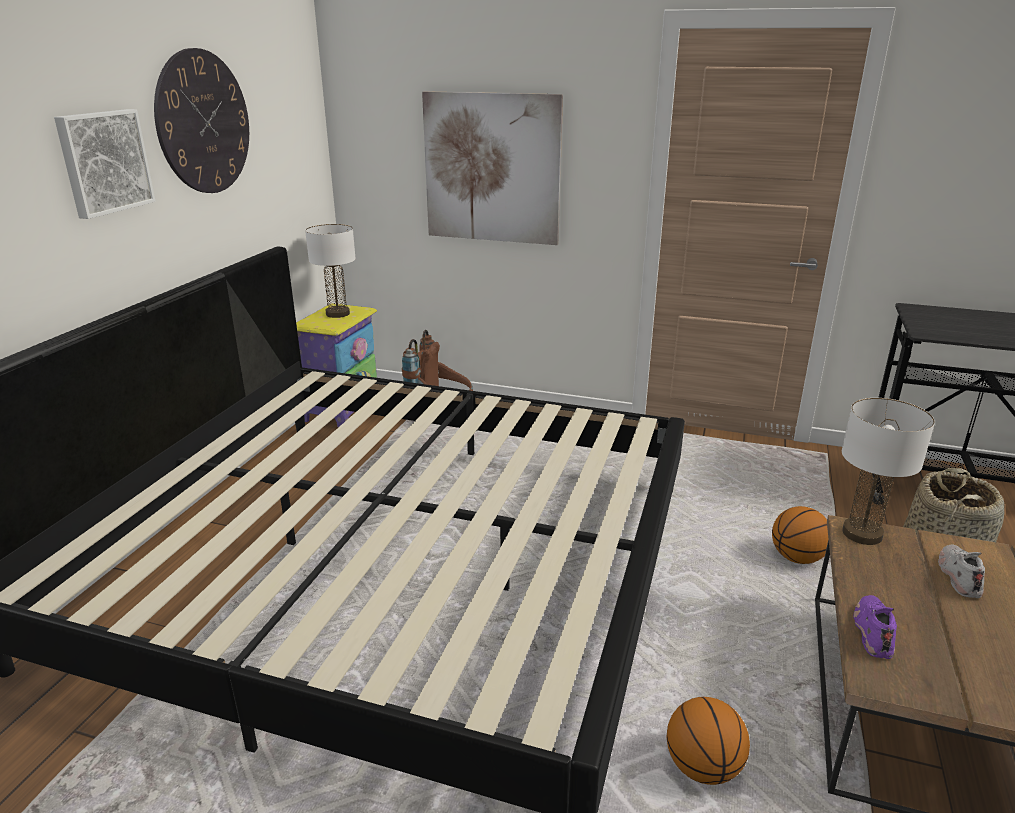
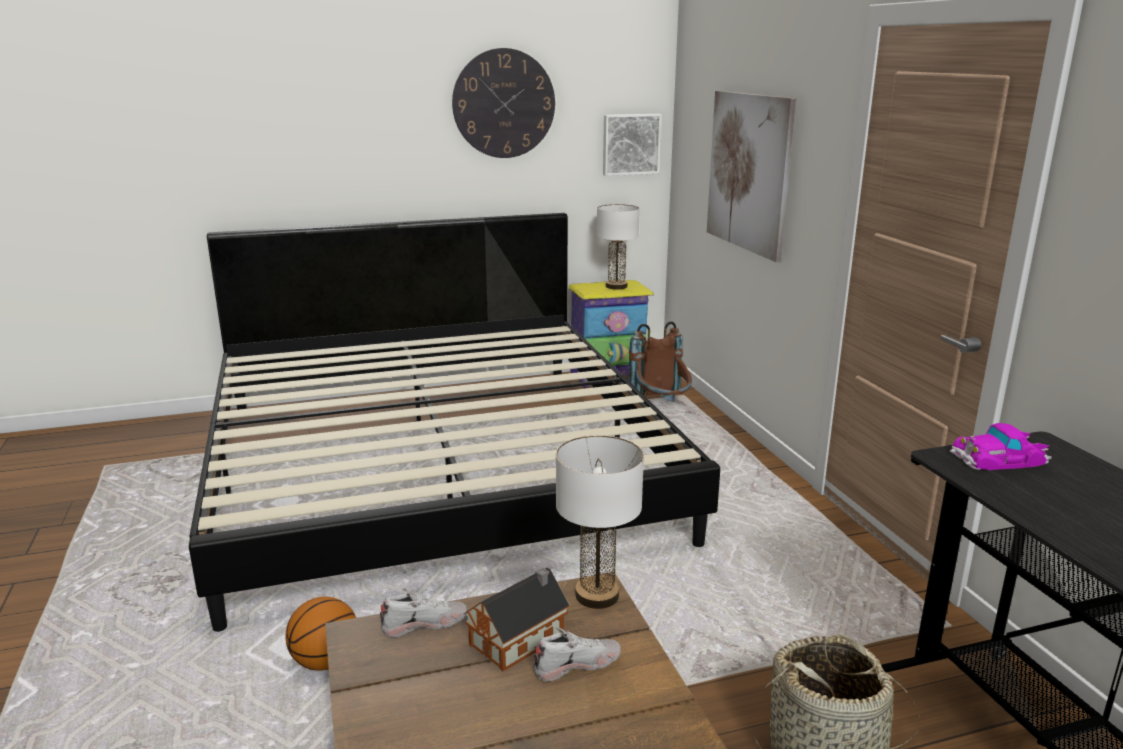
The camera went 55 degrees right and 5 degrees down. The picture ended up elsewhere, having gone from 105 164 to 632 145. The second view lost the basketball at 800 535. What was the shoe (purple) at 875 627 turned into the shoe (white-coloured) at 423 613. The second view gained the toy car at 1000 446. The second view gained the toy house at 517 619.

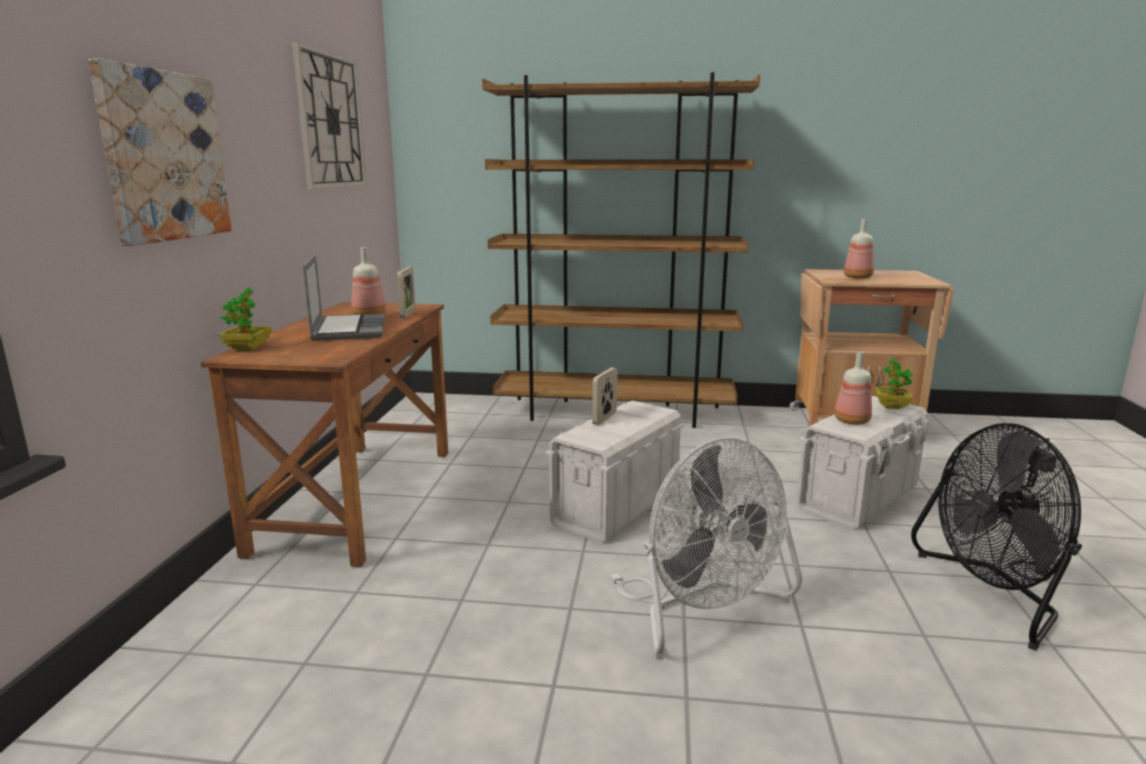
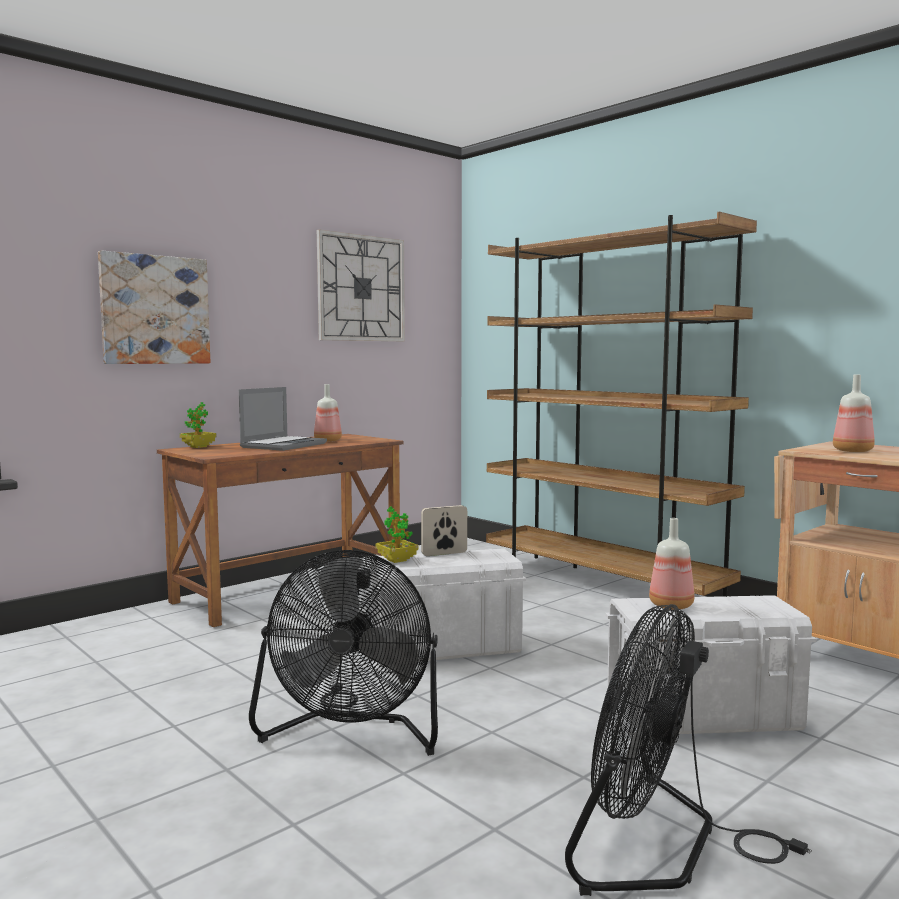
The camera went 40 degrees right and 10 degrees down. The second view lost the standing frame at 406 292. The plant in a pot ended up elsewhere, having gone from 894 383 to 397 534. What was the electric fan (white-coloured) at 706 548 turned into the electric fan (blackish) at 343 653.

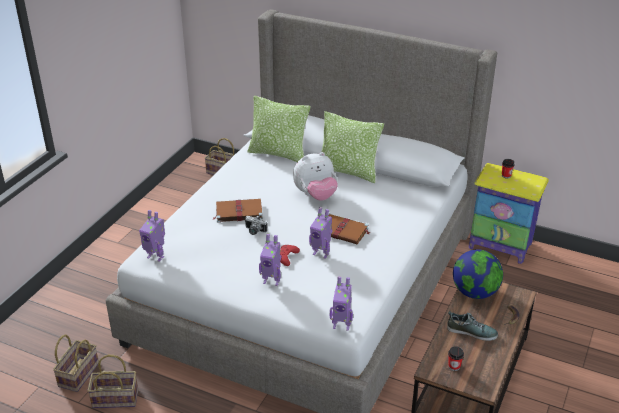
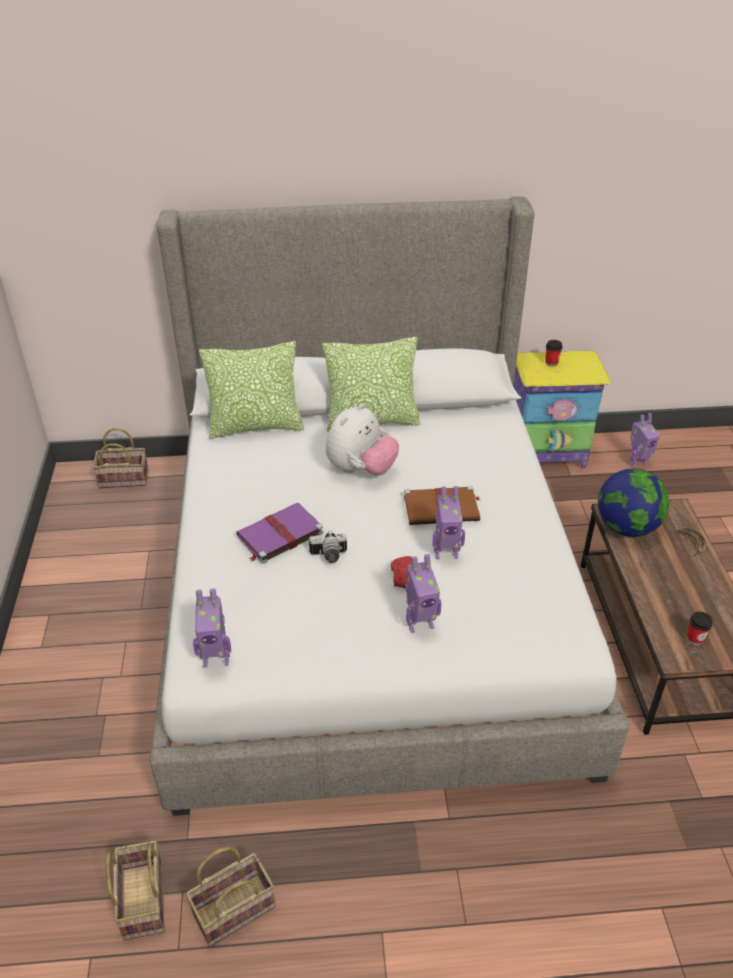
The camera went 30 degrees left and 5 degrees up. What was the volume (brownish) at 238 211 turned into the volume (purple) at 279 533. The model robot ended up elsewhere, having gone from 341 303 to 644 441. The second view lost the shoe at 472 326.

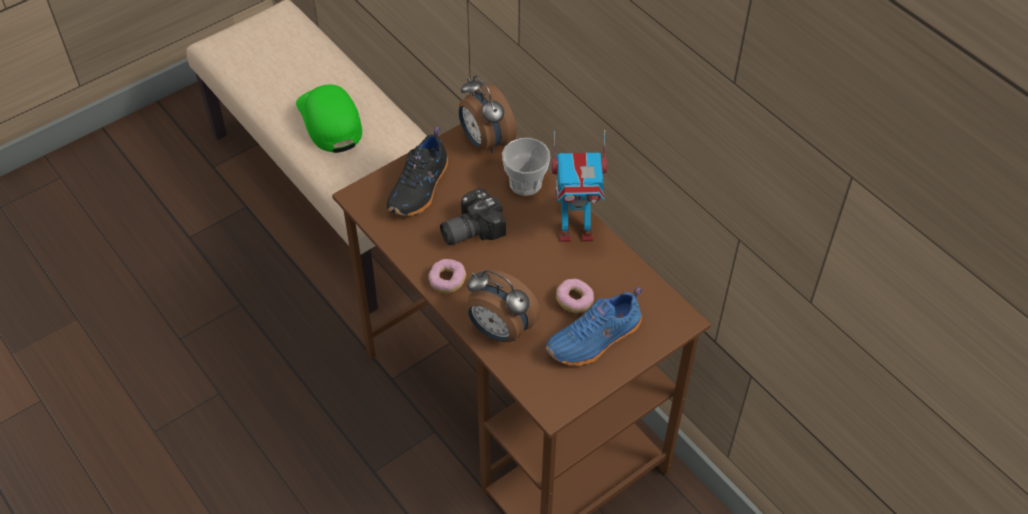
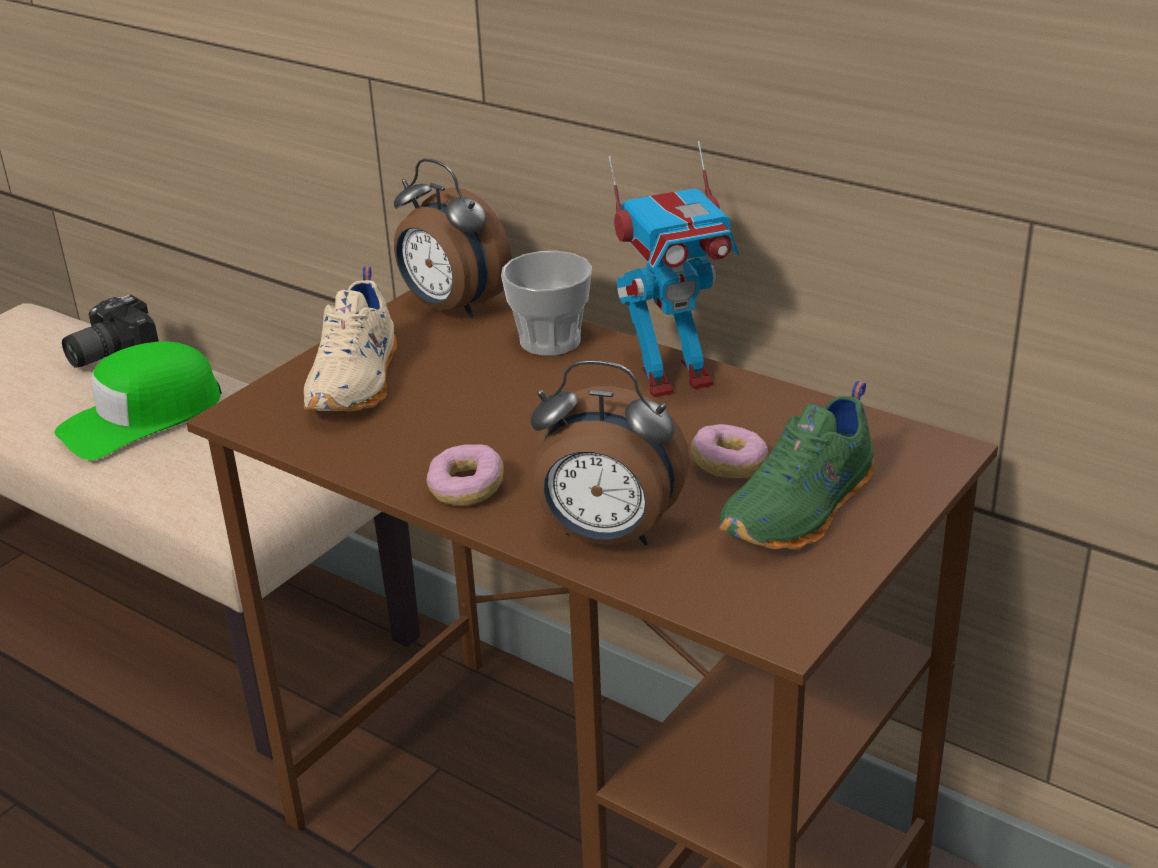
The camera went 15 degrees left and 20 degrees down. The peaked cap (green) at 329 119 ended up facing another way, 90 degrees counterclockwise from before. What was the shoe (blackish) at 417 171 turned into the shoe (beige-coloured) at 350 339. The still camera ended up elsewhere, having gone from 473 216 to 110 331. What was the shoe (bluish) at 594 326 turned into the shoe (green) at 796 465.

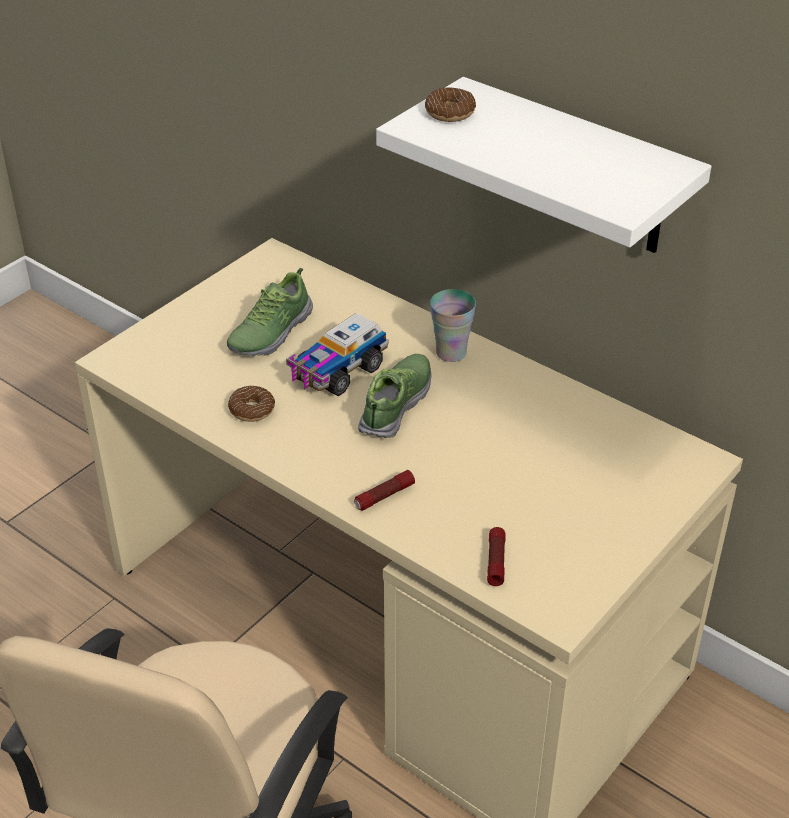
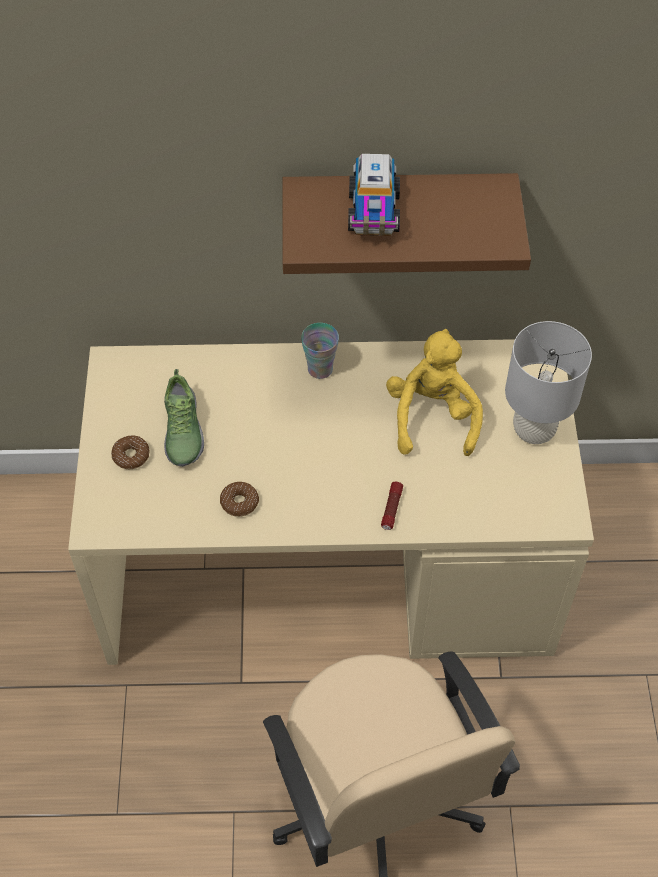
The camera went 40 degrees left and 15 degrees up. What was the shelf (white-coloured) at 544 165 turned into the shelf (brownish) at 406 223. The ring doughnut ended up elsewhere, having gone from 450 105 to 130 452. The model truck ended up elsewhere, having gone from 337 354 to 374 195. The second view lost the shoe at 394 396. The second view lost the hand torch at 496 556. The second view gained the tabletop lamp (greyish) at 548 382. The second view gained the cuddly toy (yellow) at 434 392.

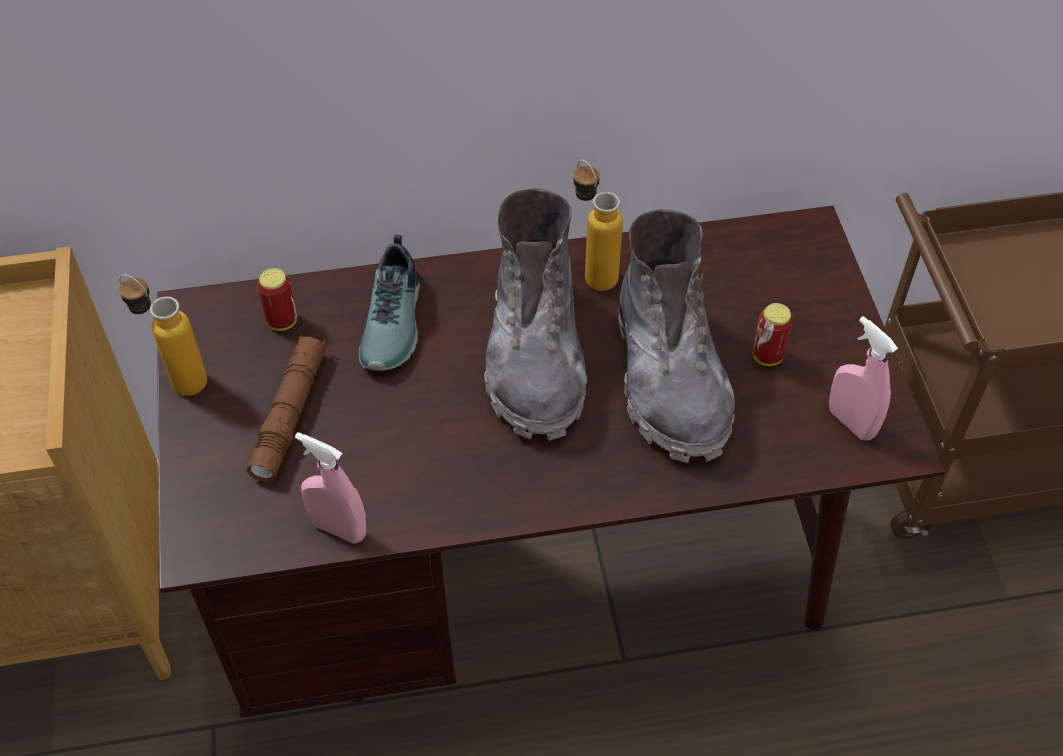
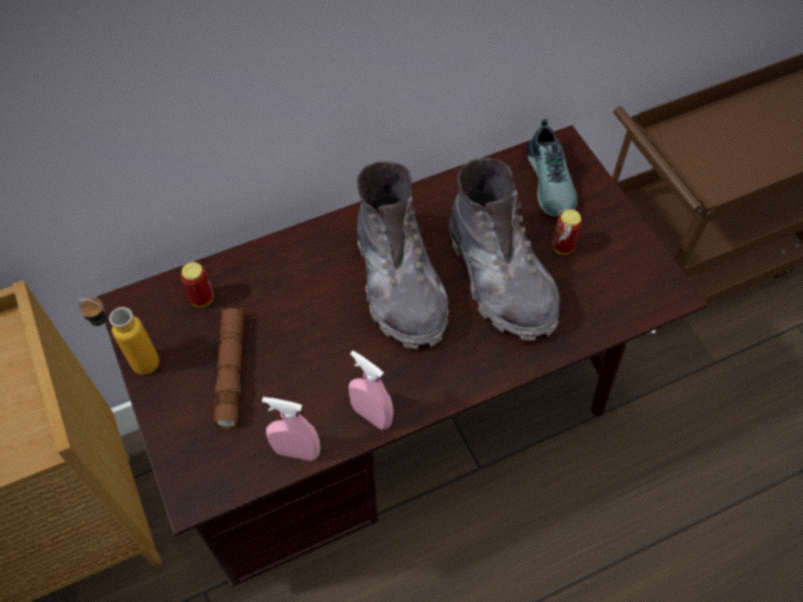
The camera went 15 degrees left and 5 degrees up. The second view lost the drink bottle at 598 225. The shoe ended up elsewhere, having gone from 389 302 to 551 167. The hand sprayer (pink-coloured) ended up elsewhere, having gone from 863 378 to 371 390.

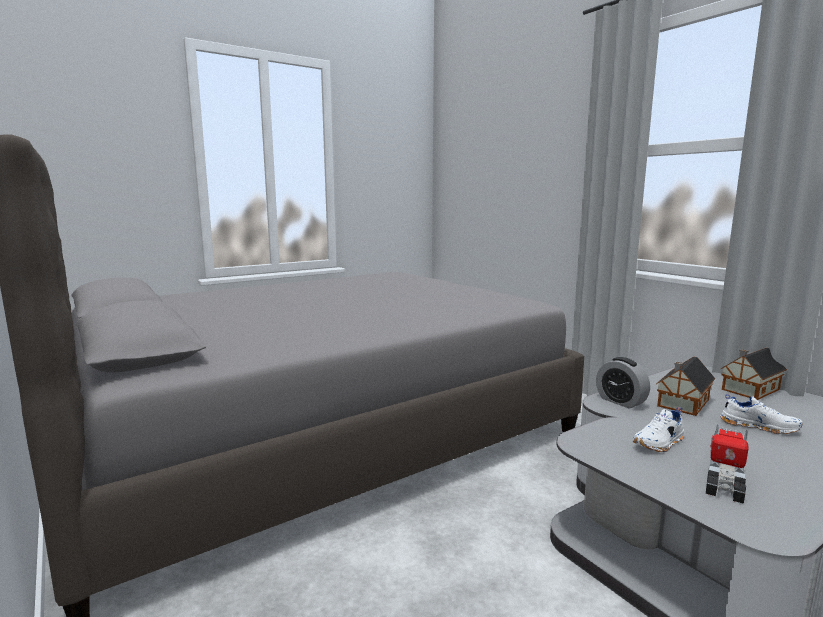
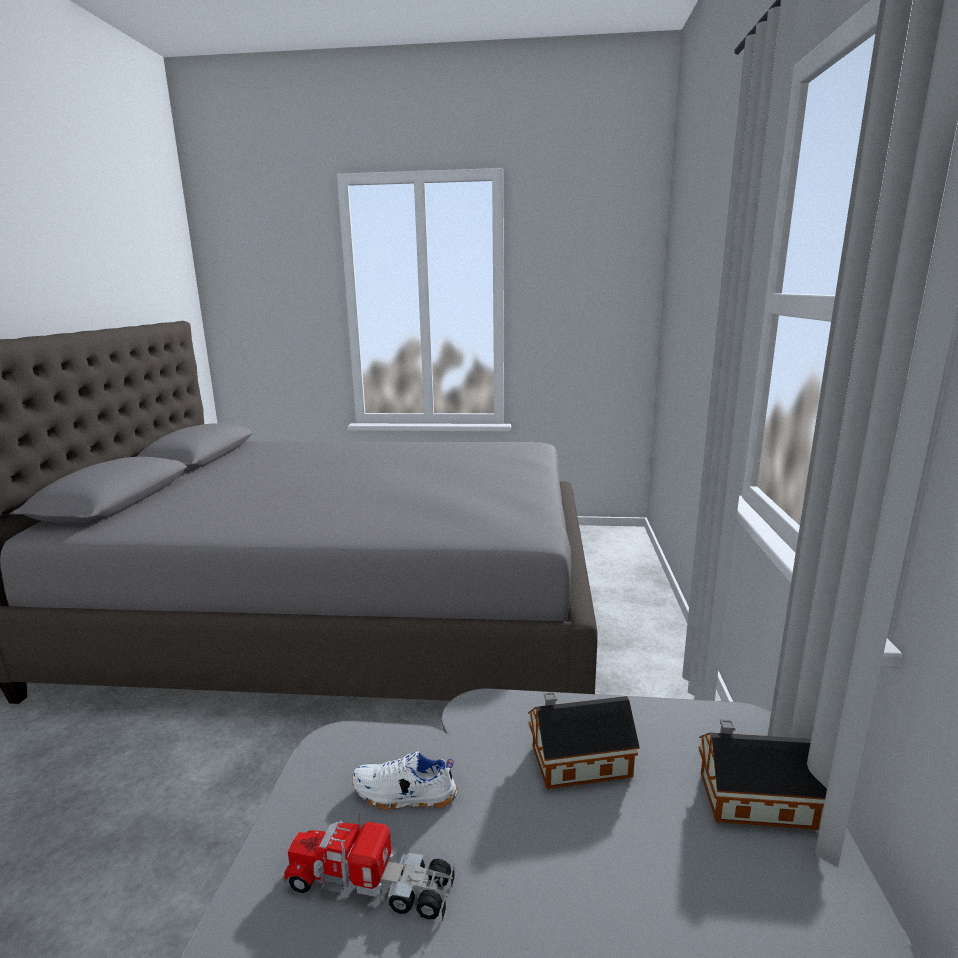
The camera went 40 degrees right and 5 degrees up. The second view lost the table clock at 623 383. The second view lost the shoe (white-coloured) at 761 414. The model truck at 727 464 ended up facing another way, 150 degrees counterclockwise from before.

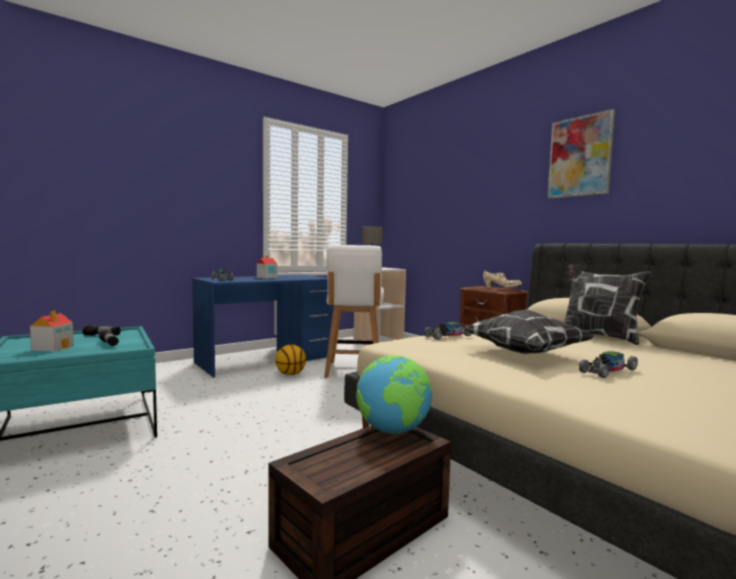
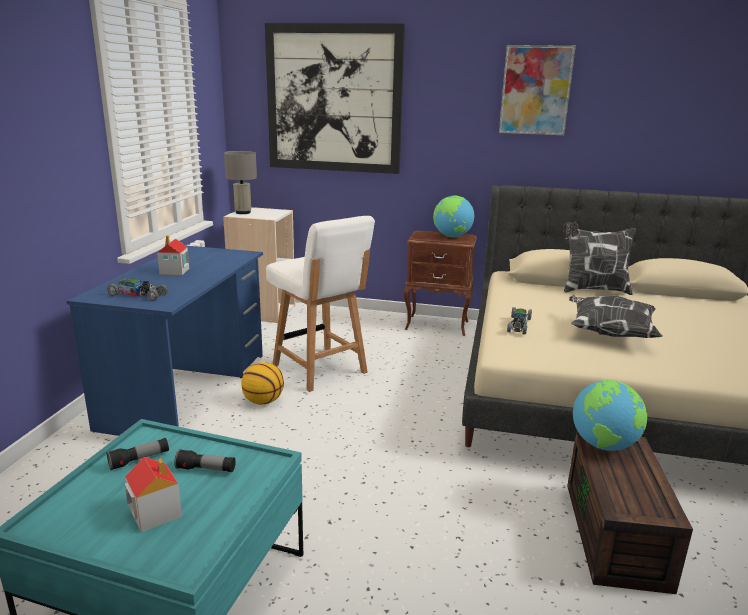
The camera went 40 degrees left and 15 degrees up. Where the shoe (beige-coloured) stood at 502 279, the desk globe came to stand at 453 216. The second view lost the toy car at 608 364. The second view gained the picture at 335 98.

